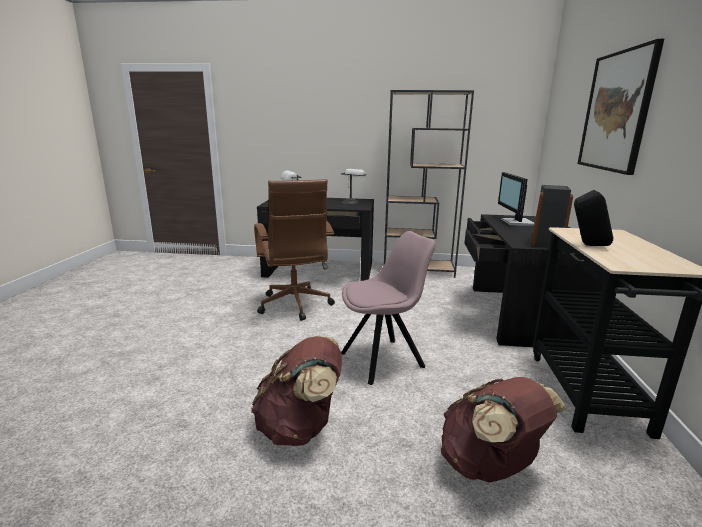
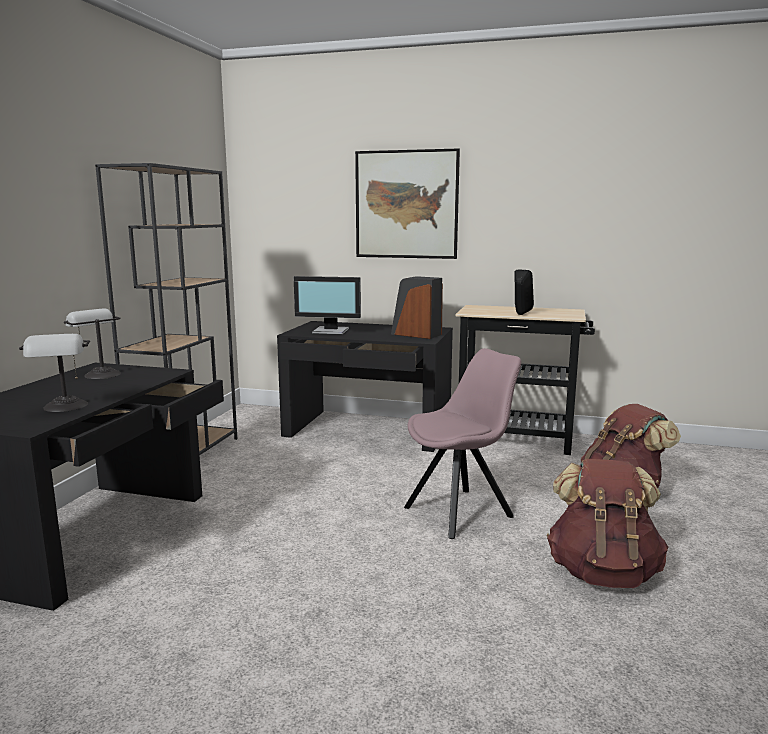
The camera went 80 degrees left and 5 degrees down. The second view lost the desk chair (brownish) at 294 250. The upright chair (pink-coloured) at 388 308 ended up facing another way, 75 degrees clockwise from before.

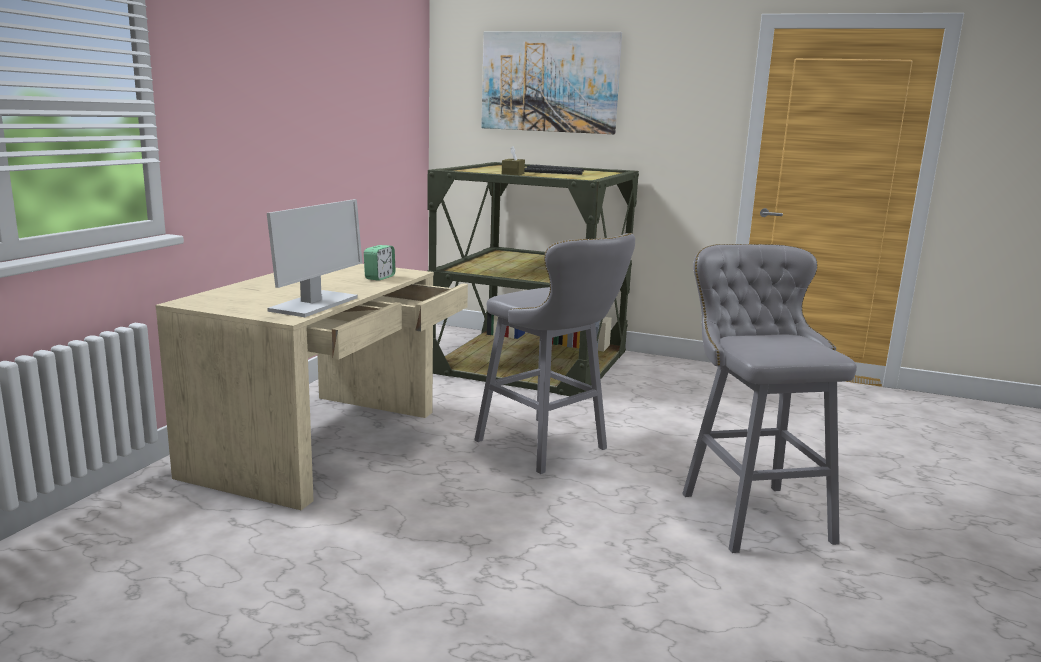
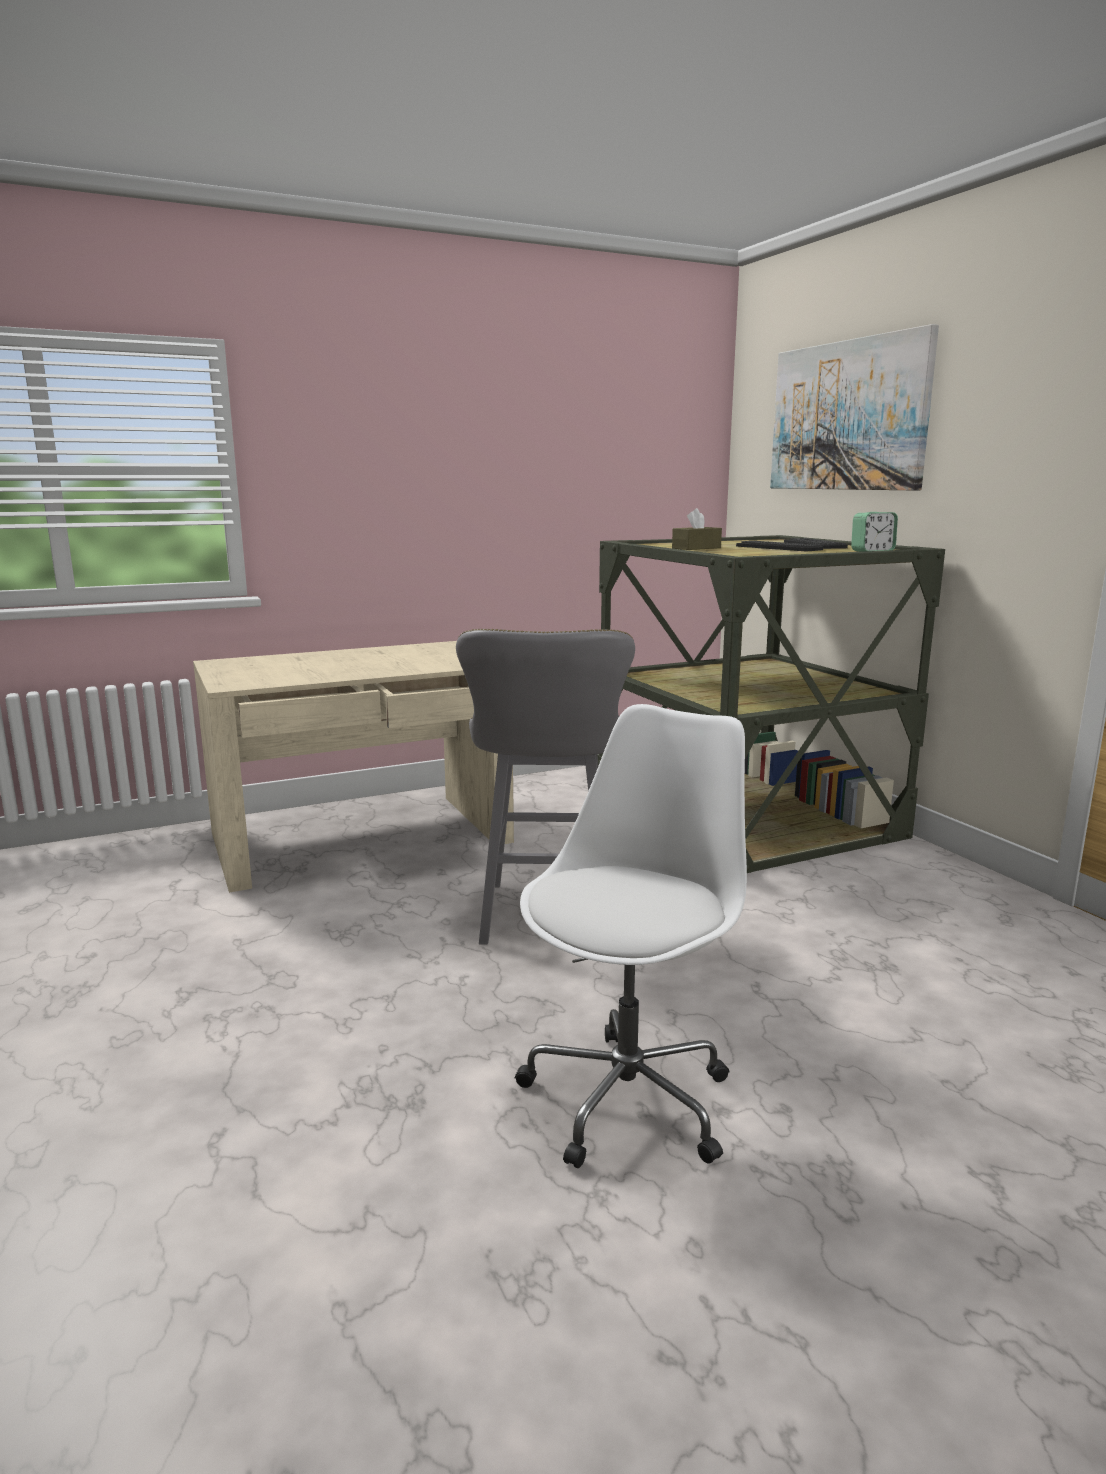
The camera went 45 degrees right and 0 degrees up. The second view lost the computer display at 314 258. Where the sitting stool (greyish) stood at 769 398, the desk chair (white-coloured) came to stand at 630 936. The table clock ended up elsewhere, having gone from 380 263 to 874 532.

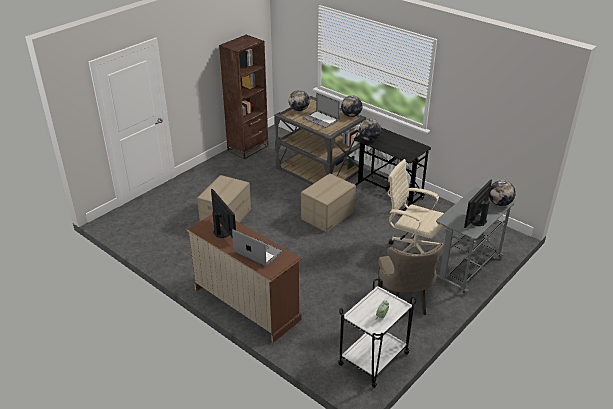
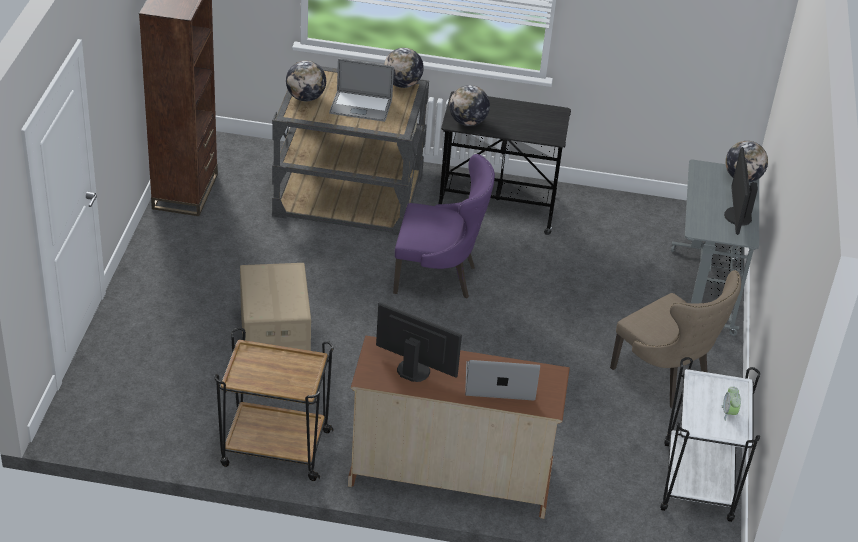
The camera went 35 degrees left and 5 degrees up. The second view lost the desk chair (beige-coloured) at 416 206. Where the carton stood at 328 203, the upright chair (purple) came to stand at 444 226. The second view gained the wheeled cart (brownish) at 274 404.

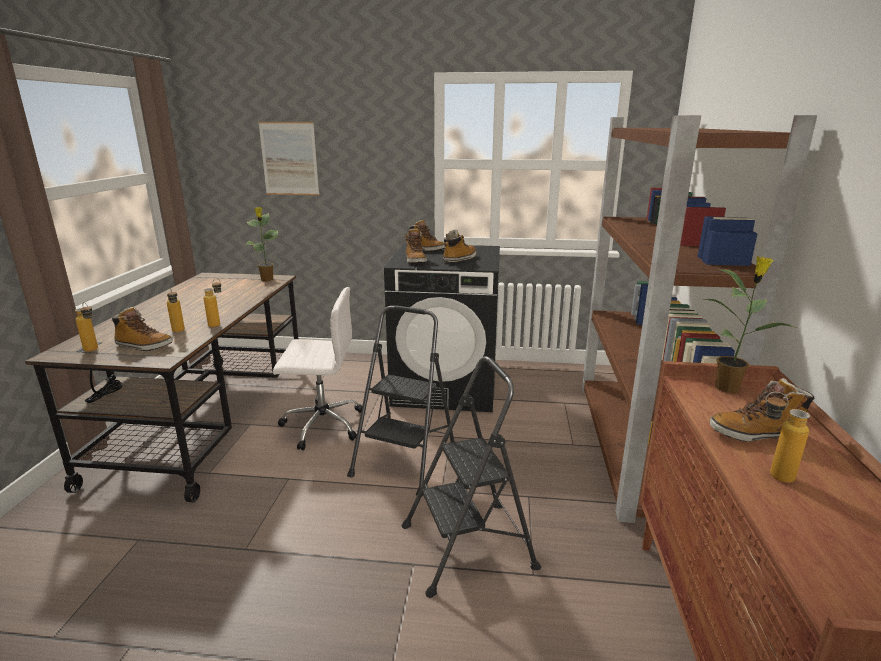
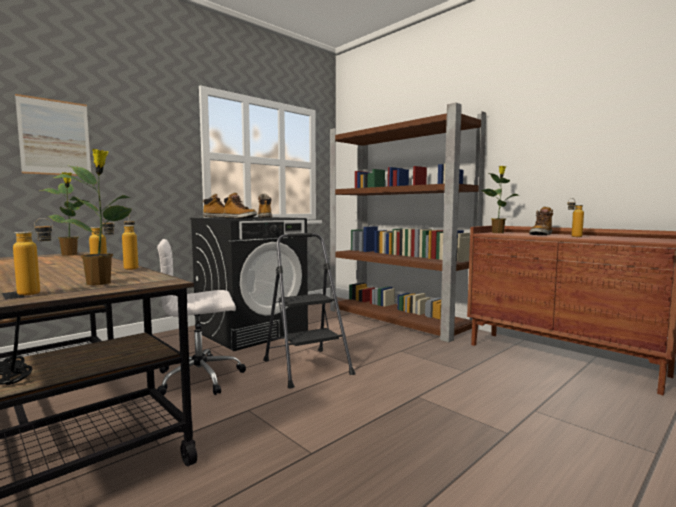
The camera went 50 degrees left and 15 degrees down. The desk chair (white-coloured) at 317 368 ended up facing another way, 150 degrees counterclockwise from before. Where the high-top boot stood at 142 329, the plant in a pot came to stand at 93 217. The second view lost the step ladder (blackish) at 471 477.

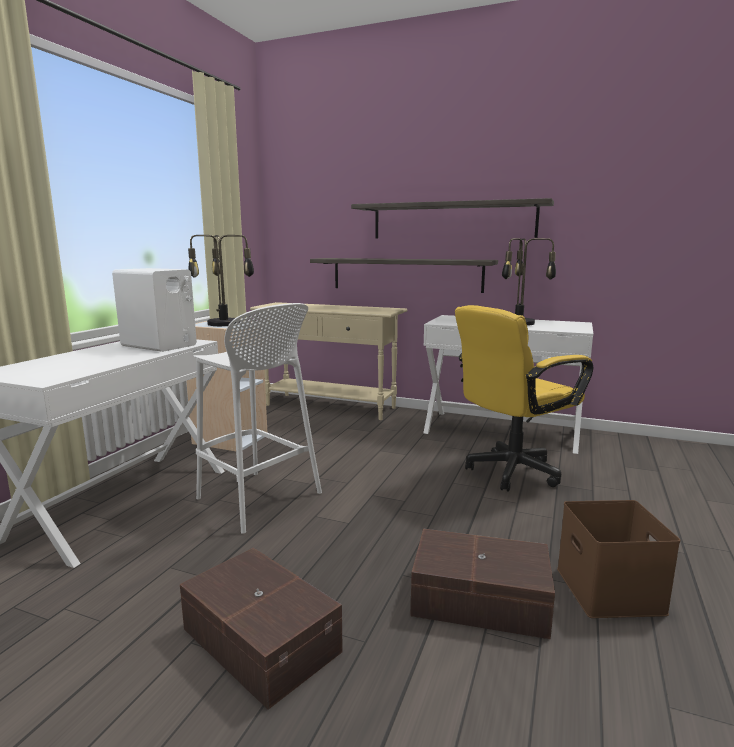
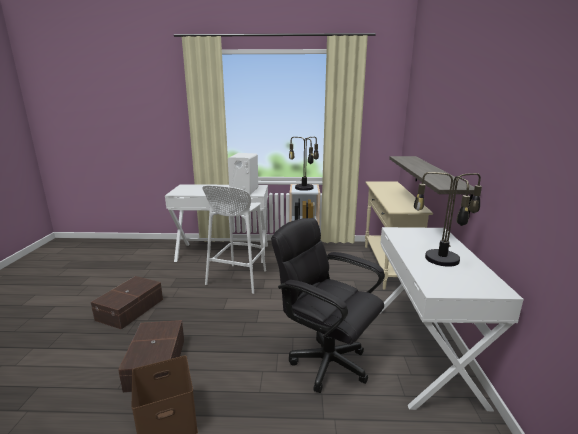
The camera went 70 degrees right and 5 degrees up. The second view lost the shelf at 452 218. What was the desk chair (yellow) at 524 398 turned into the desk chair (blackish) at 328 305.

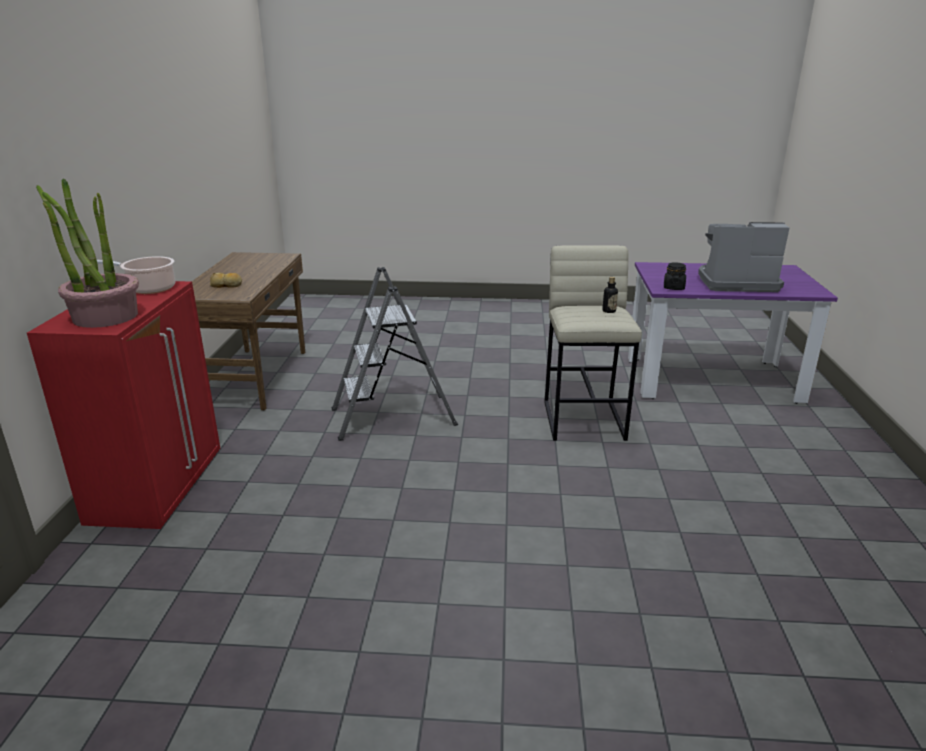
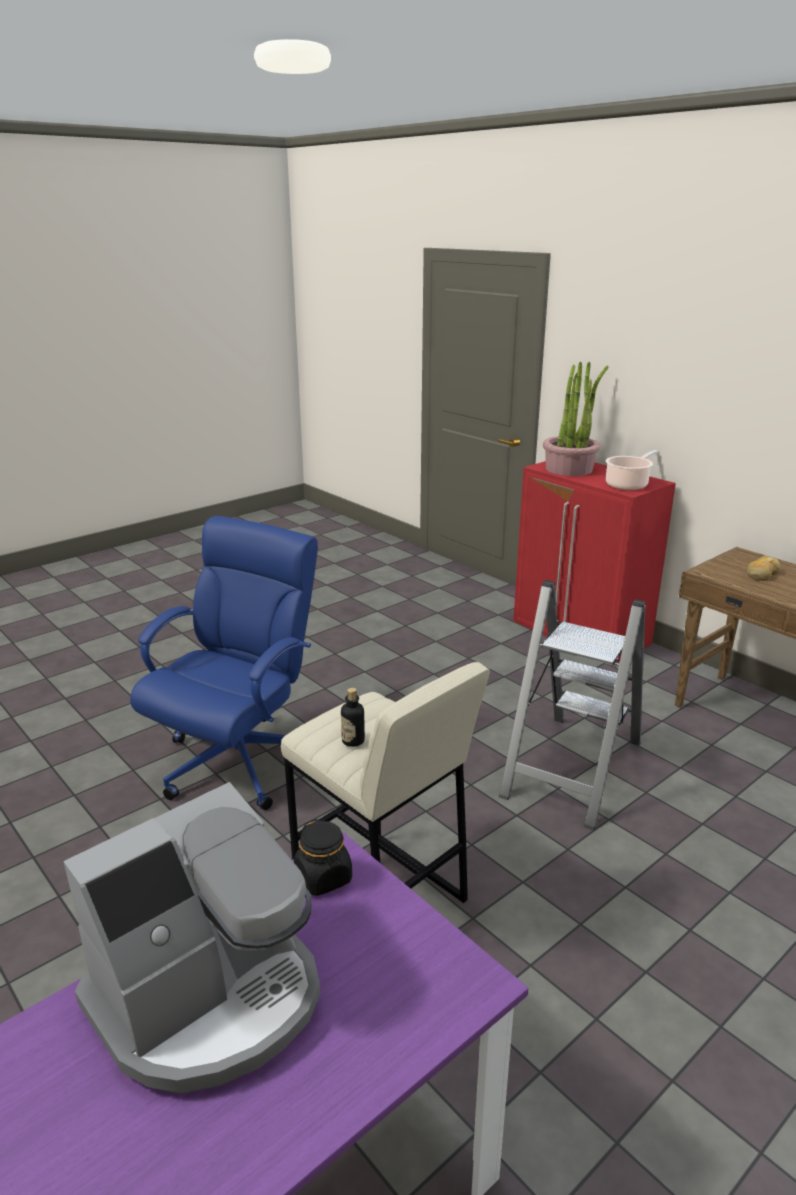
The camera went 135 degrees right and 0 degrees up. The second view gained the desk chair (bluish) at 224 663.

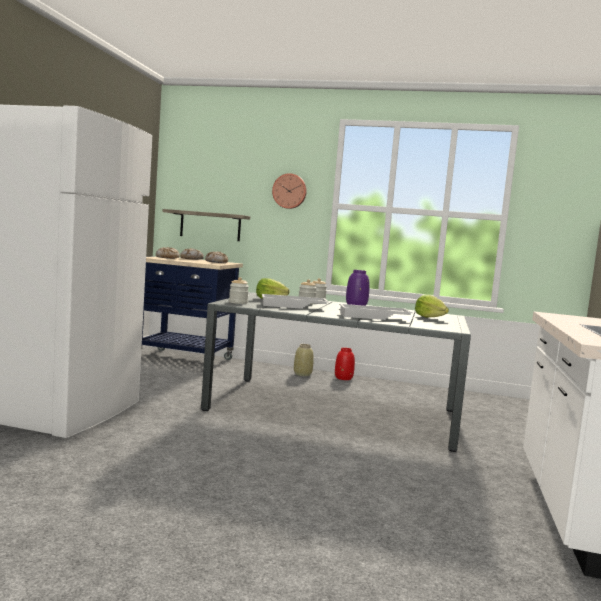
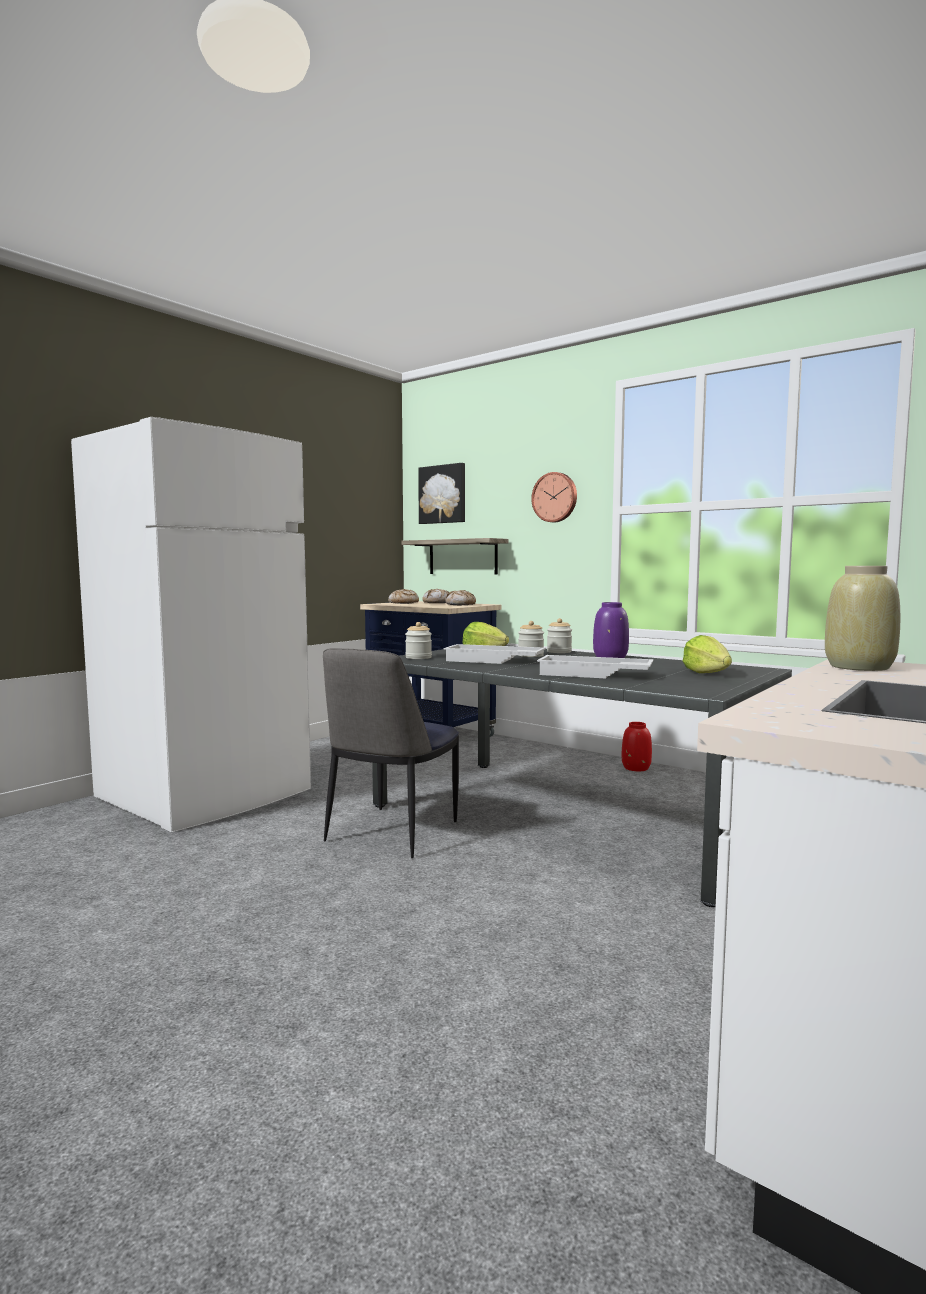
The camera went 25 degrees right and 0 degrees up. The flower vase (beige-coloured) ended up elsewhere, having gone from 304 360 to 862 618. The second view gained the picture at 441 493. The second view gained the upright chair at 391 753.

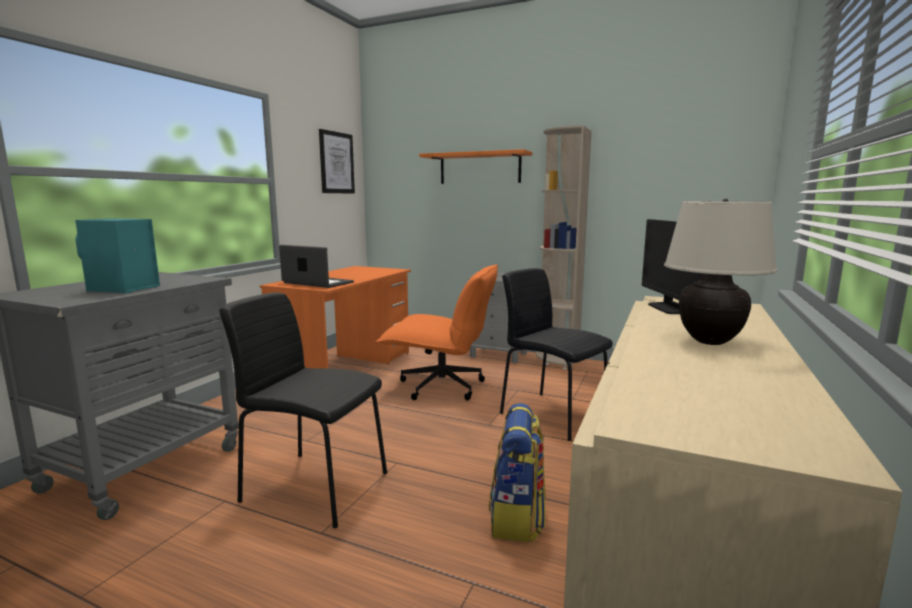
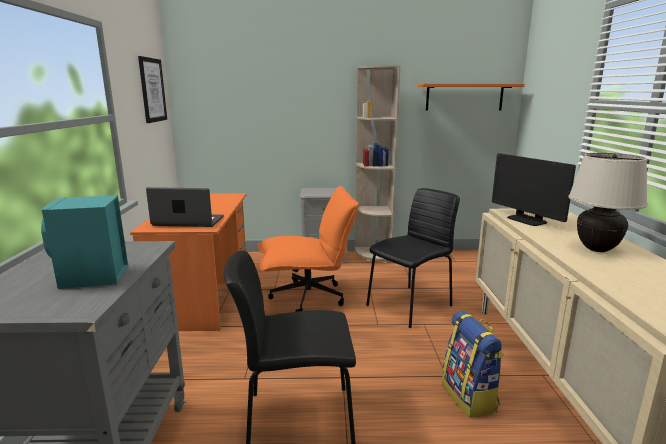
The camera went 25 degrees left and 5 degrees up. The shelf (orangey) ended up elsewhere, having gone from 475 166 to 471 97. The upright chair (blackish) at 556 354 ended up facing another way, 120 degrees clockwise from before.

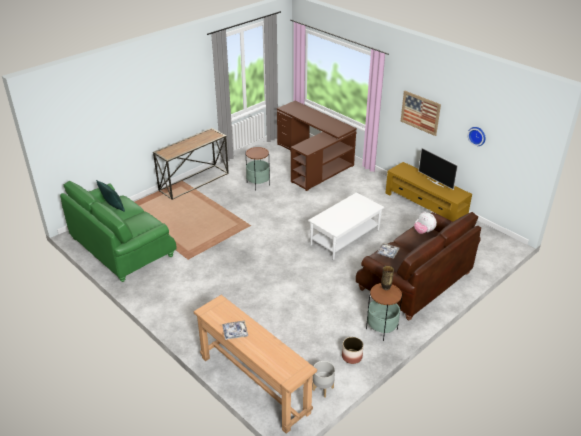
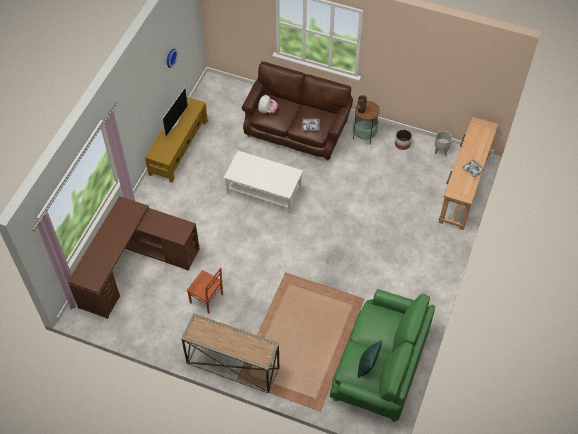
The camera went 115 degrees left and 20 degrees up. The second view lost the picture at 421 113. Where the end table stood at 257 168, the upright chair (brownish) came to stand at 205 290.

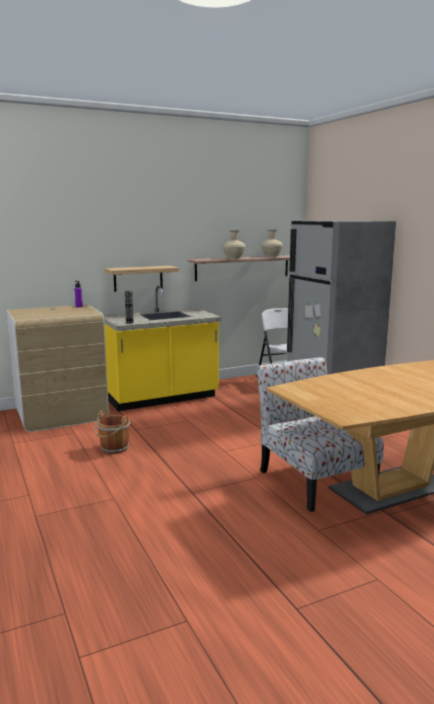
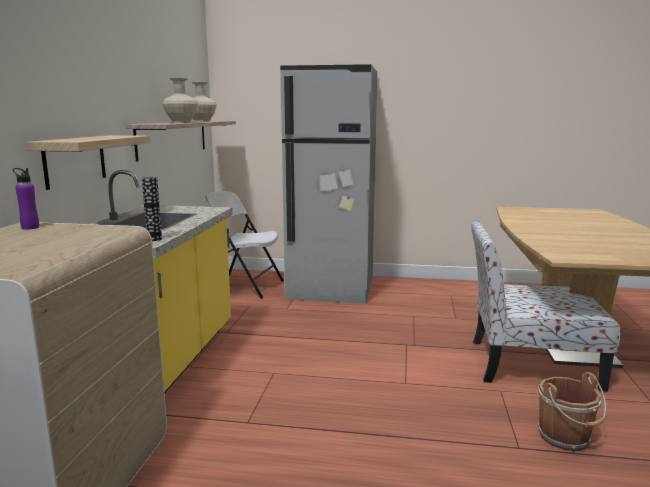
The camera went 55 degrees left and 0 degrees up. The pail (brownish) ended up elsewhere, having gone from 112 432 to 572 411.

